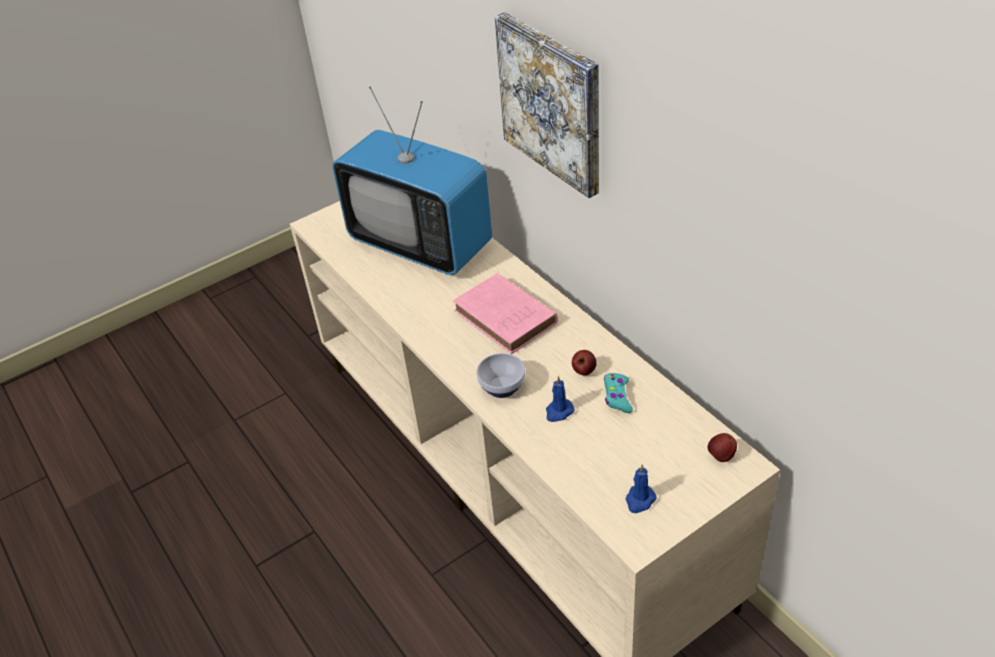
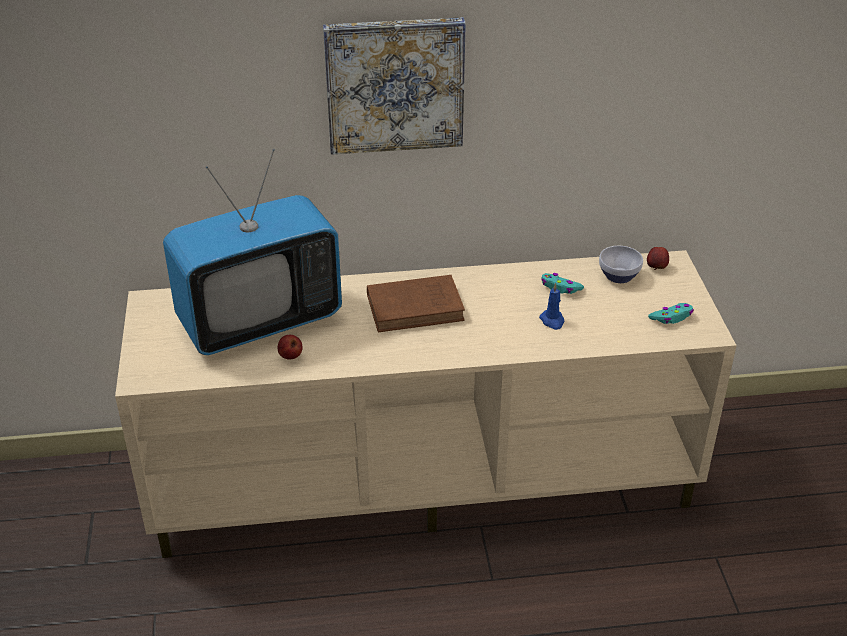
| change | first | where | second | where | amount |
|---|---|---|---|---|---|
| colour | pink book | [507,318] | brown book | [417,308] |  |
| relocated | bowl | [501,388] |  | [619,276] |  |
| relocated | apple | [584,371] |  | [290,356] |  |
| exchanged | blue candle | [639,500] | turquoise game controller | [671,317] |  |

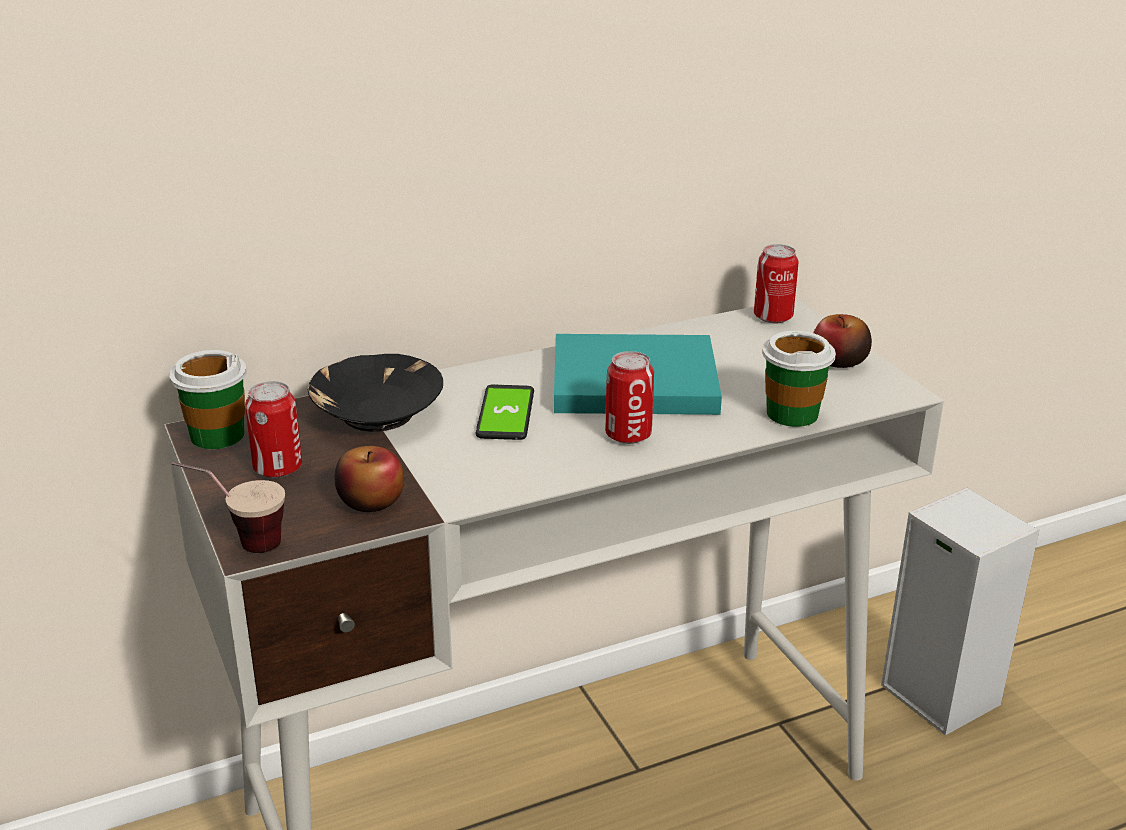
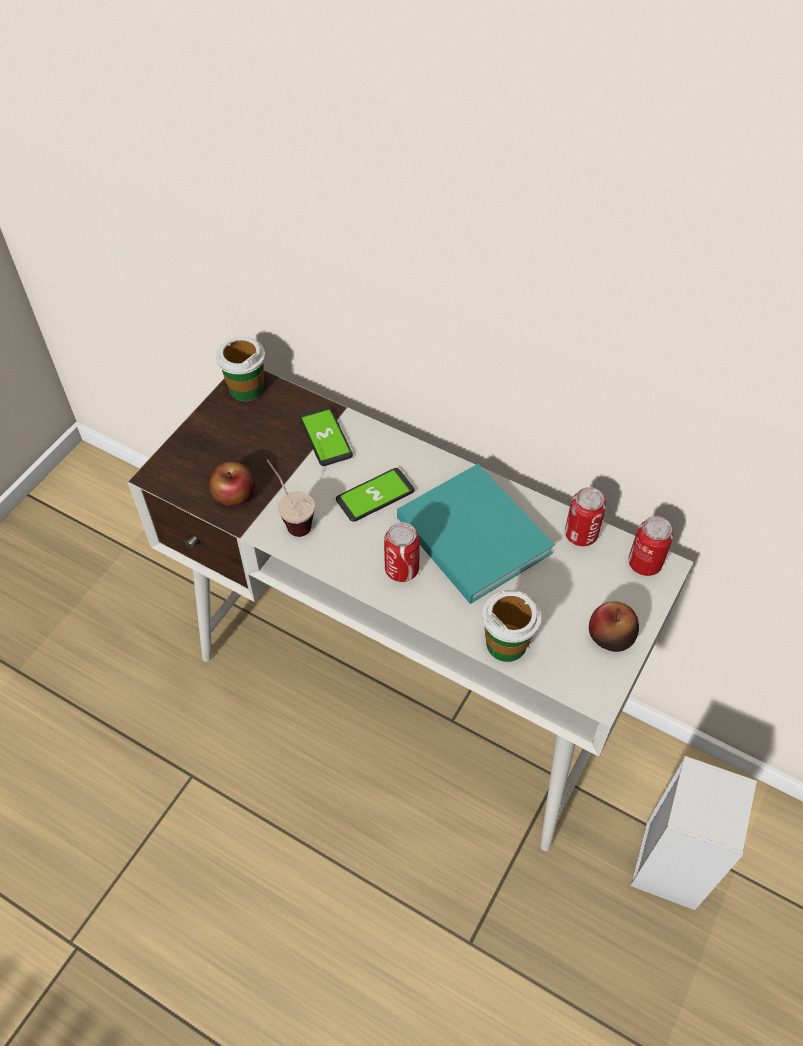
| change | first | where | second | where | amount |
|---|---|---|---|---|---|
| relocated | cup | [237,543] |  | [291,517] |  |
| relocated | can | [278,468] |  | [581,534] |  |
| exchanged | black bowl | [377,413] | phone | [325,437] |  |

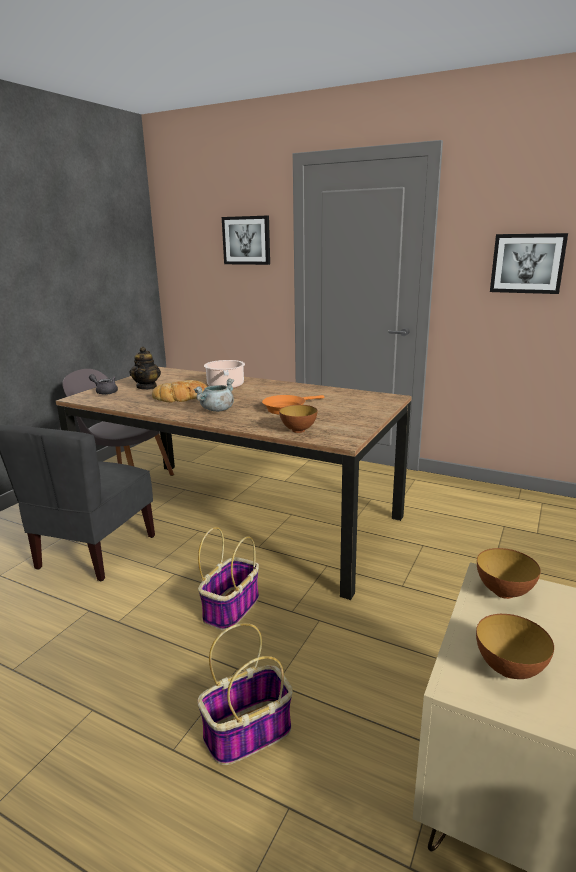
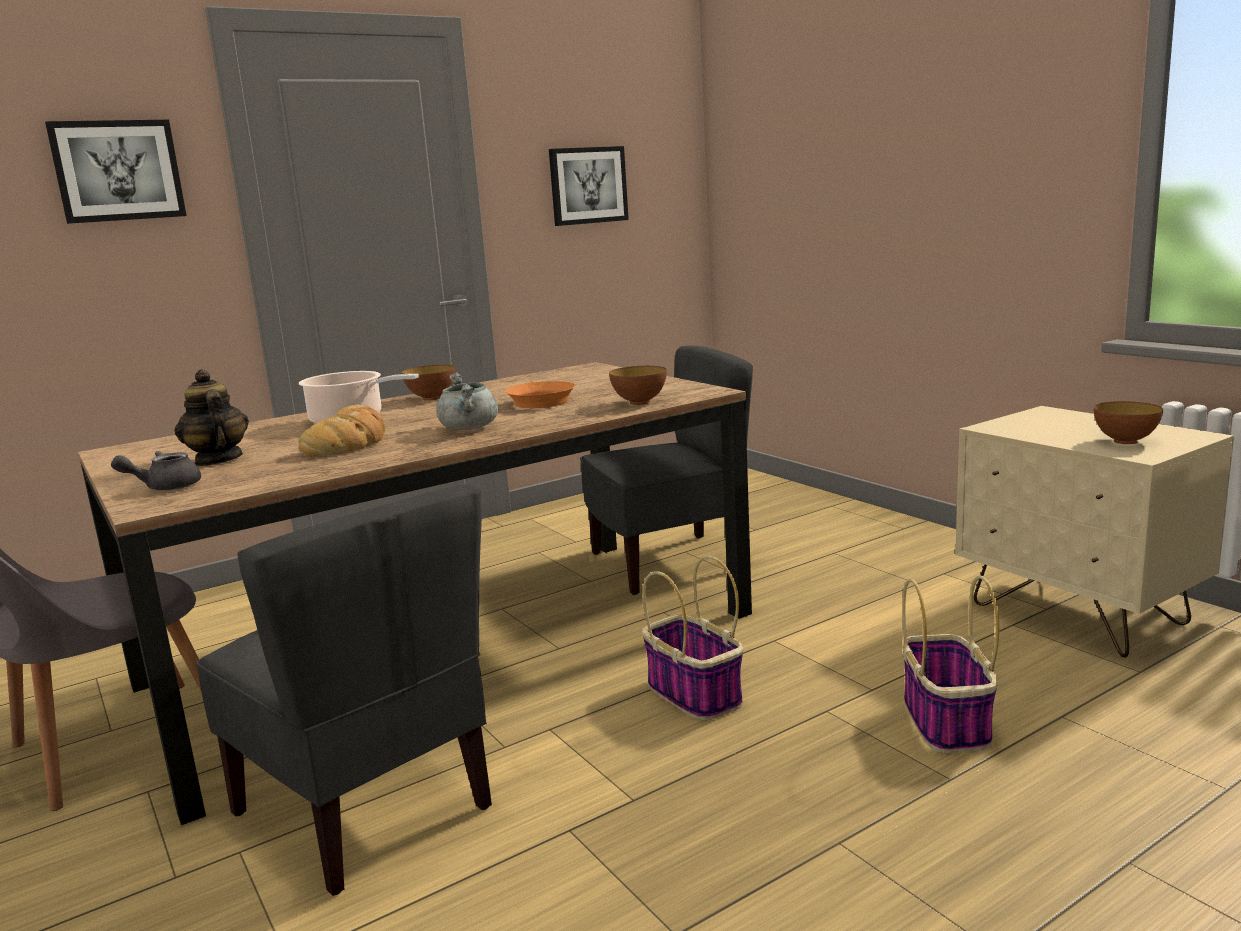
| change | first | where | second | where | amount |
|---|---|---|---|---|---|
| spun | teapot | [147,387] |  | [217,460] | 150 degrees counterclockwise |
| relocated | bowl | [504,592] |  | [431,398] |  |
| appeared |  |  | grey chair | [668,563] |  |

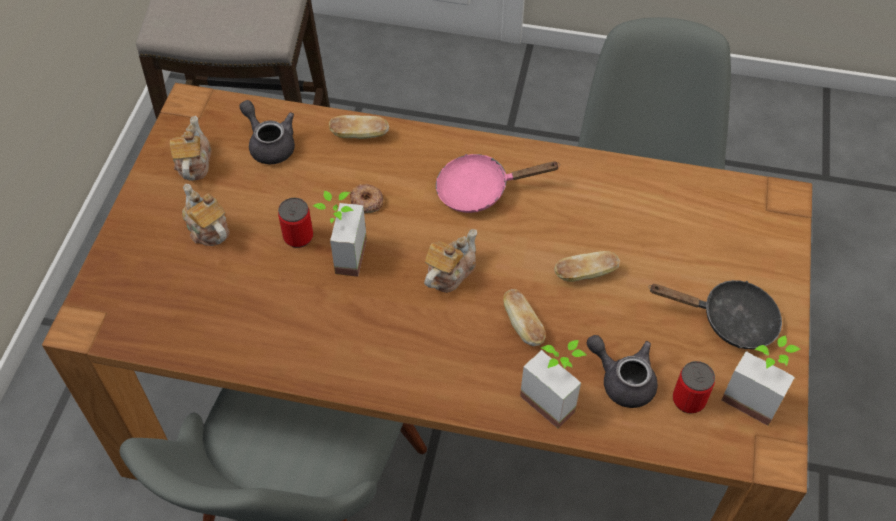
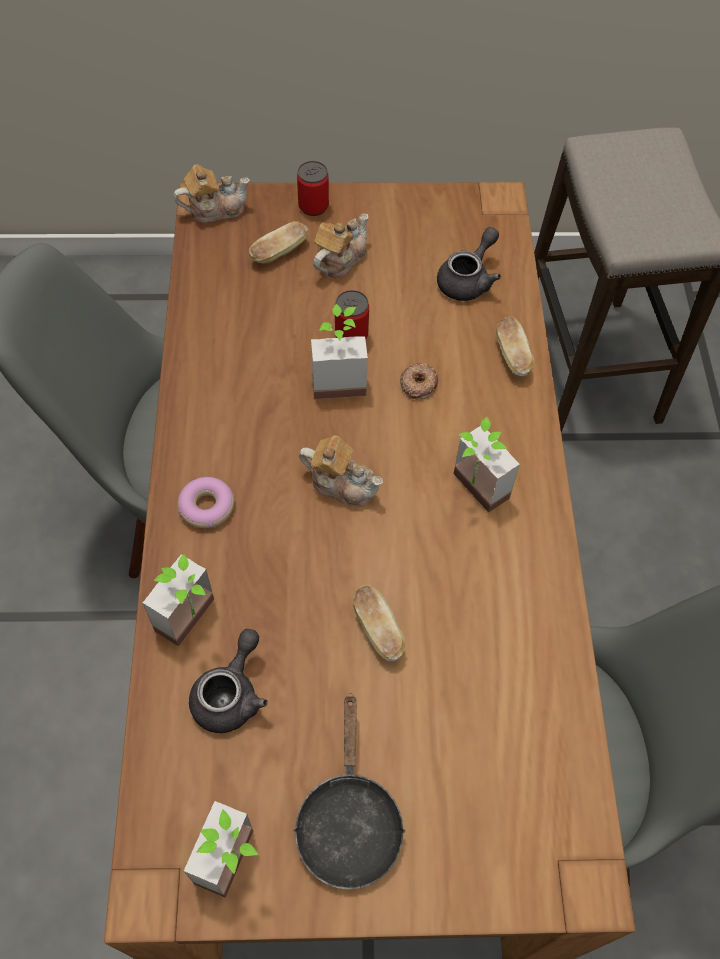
| change | first | where | second | where | amount |
|---|---|---|---|---|---|
| relocated | teapot | [193,163] |  | [215,209] |  |
| exchanged | pink frying pan | [480,190] | potted plant | [472,492] |  |
| relocated | bread | [523,325] |  | [279,252] |  |
| relocated | can | [688,400] |  | [313,206] |  |
| appeared |  |  | donut | [206,506] |  |

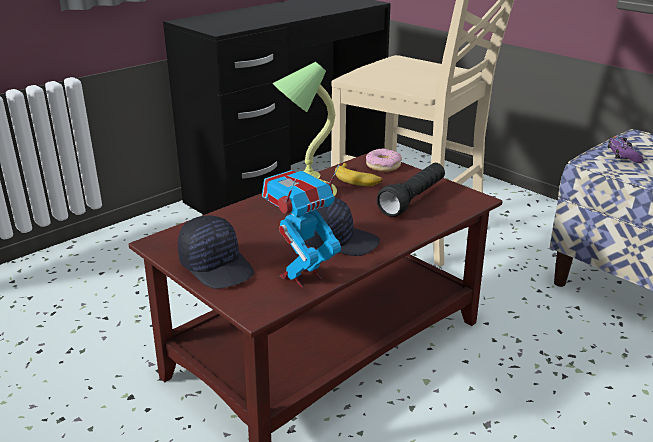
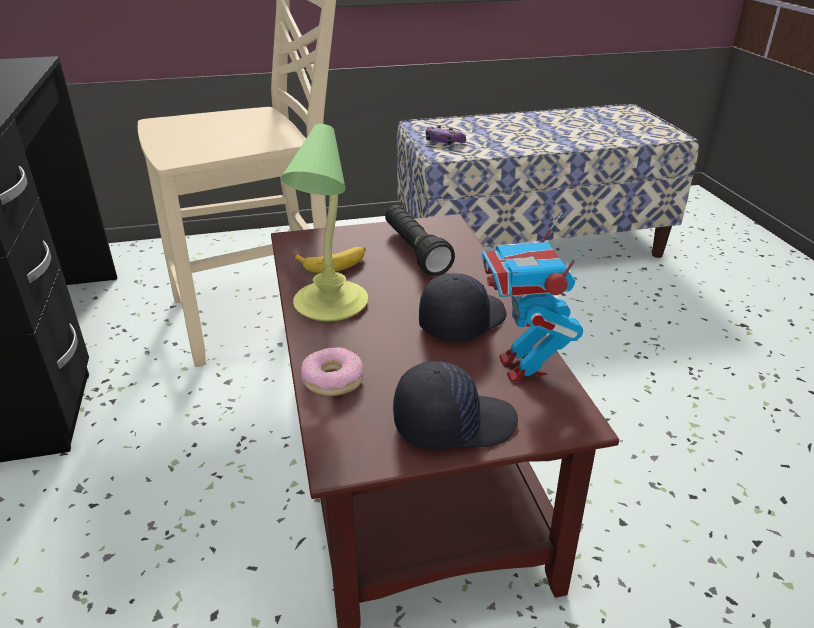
| change | first | where | second | where | amount |
|---|---|---|---|---|---|
| relocated | donut | [383,166] |  | [333,379] |  |

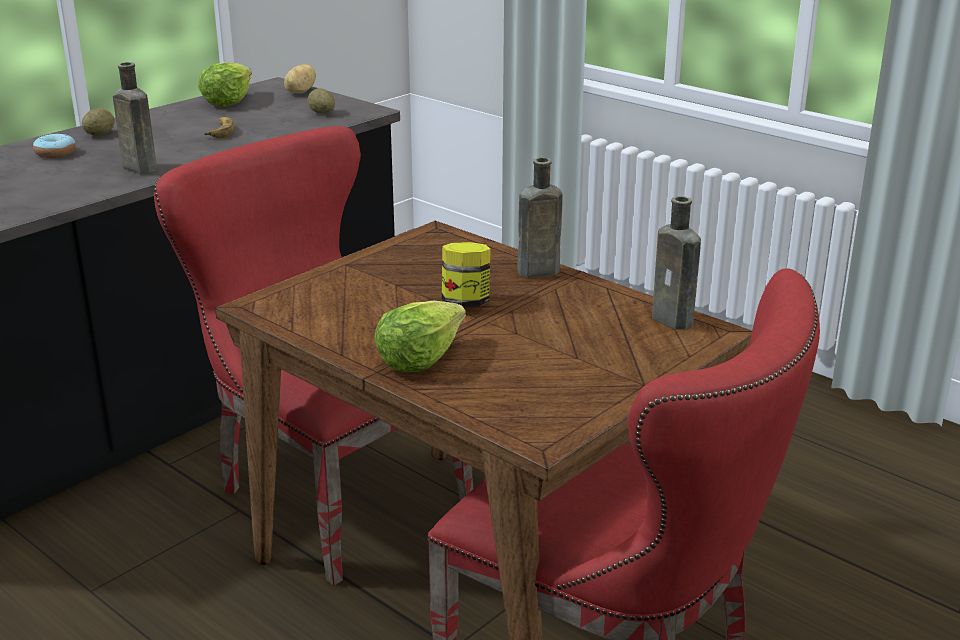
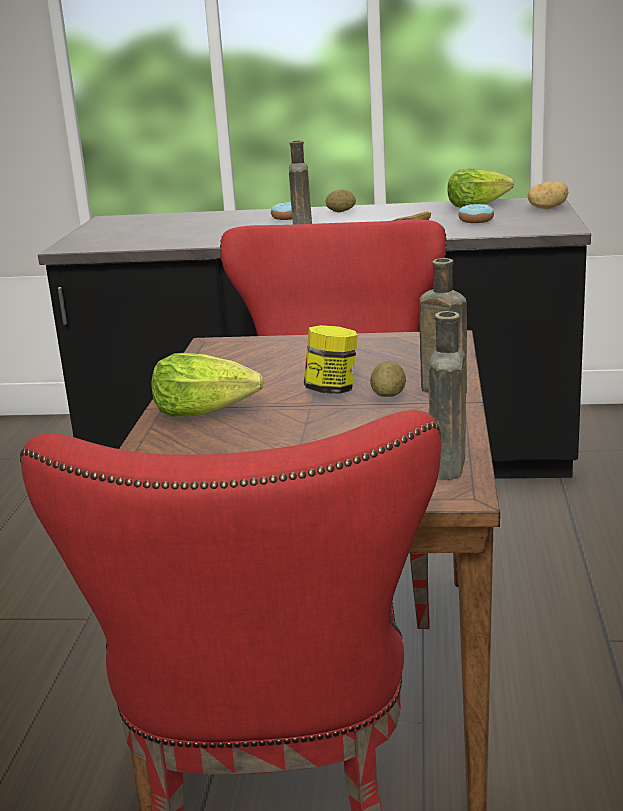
| change | first | where | second | where | amount |
|---|---|---|---|---|---|
| relocated | potato | [322,113] |  | [388,395] |  |
| appeared |  |  | donut | [476,220] |  |

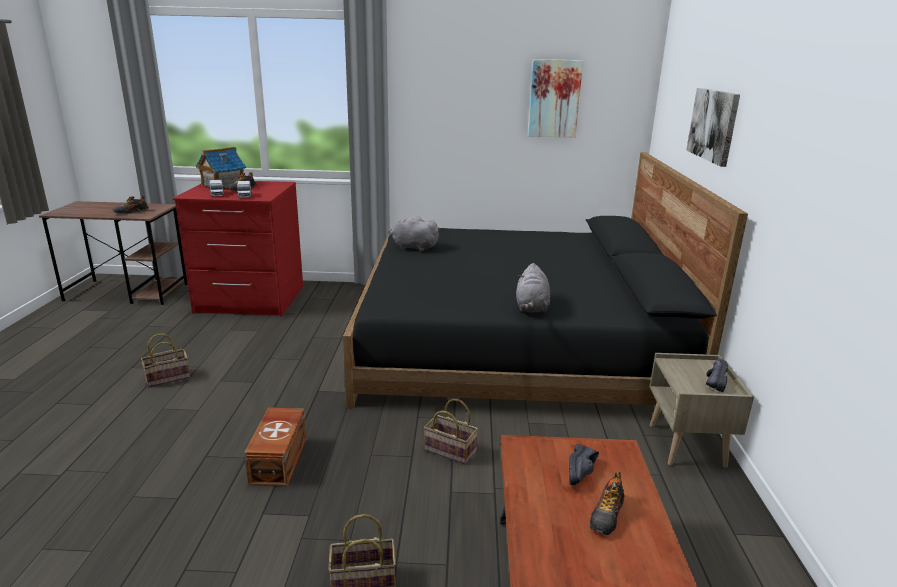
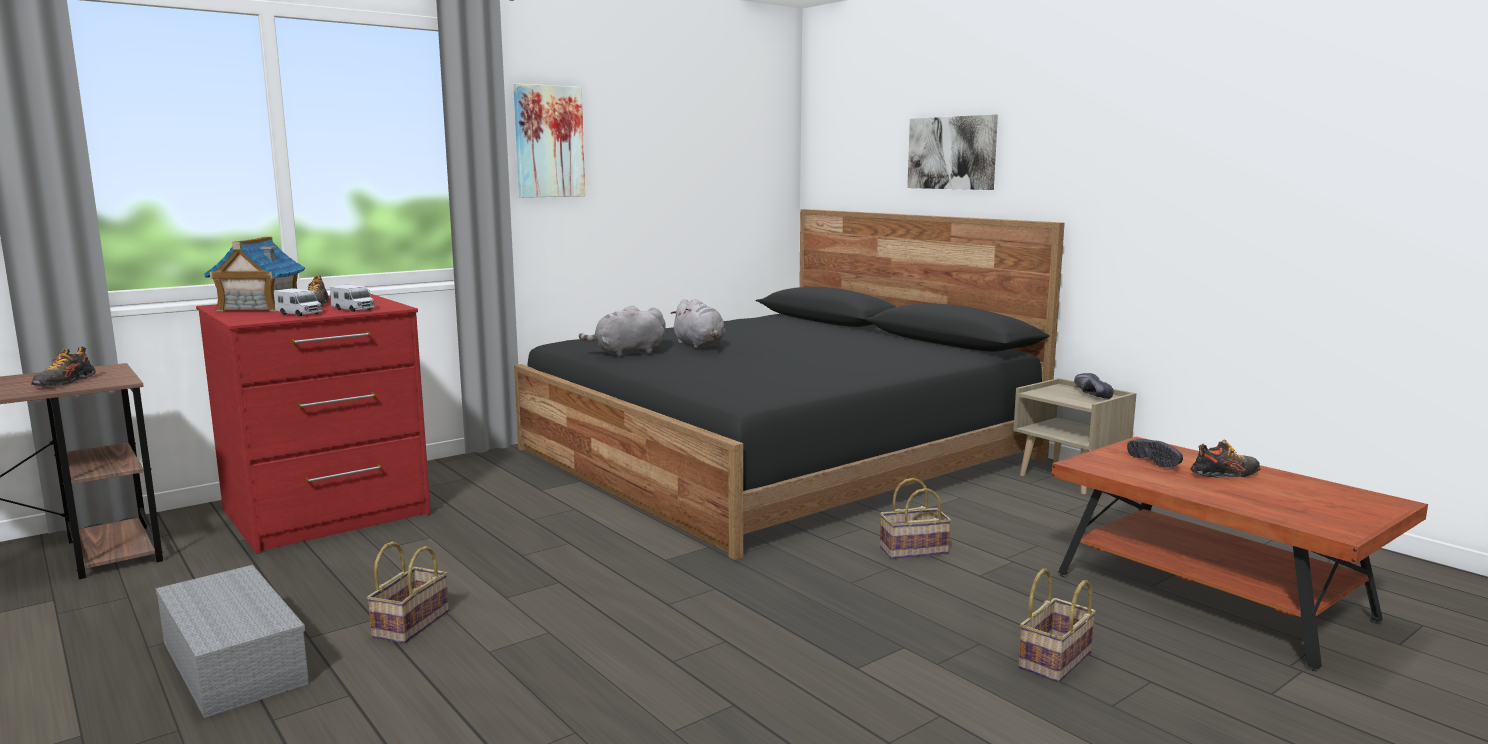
| change | first | where | second | where | amount |
|---|---|---|---|---|---|
| missing | brown storage box | [280,459] |  |  |  |
| relocated | grey plush toy | [531,307] |  | [700,345] |  |
| relocated | picture | [554,98] |  | [549,141] |  |
| spun | shoe | [607,515] |  | [1225,474] | 90 degrees counterclockwise |
| appeared |  |  | grey storage box | [230,662] |  |

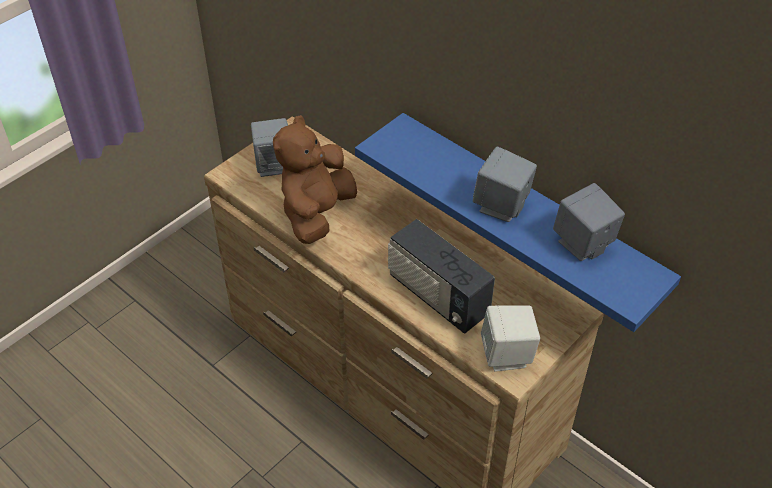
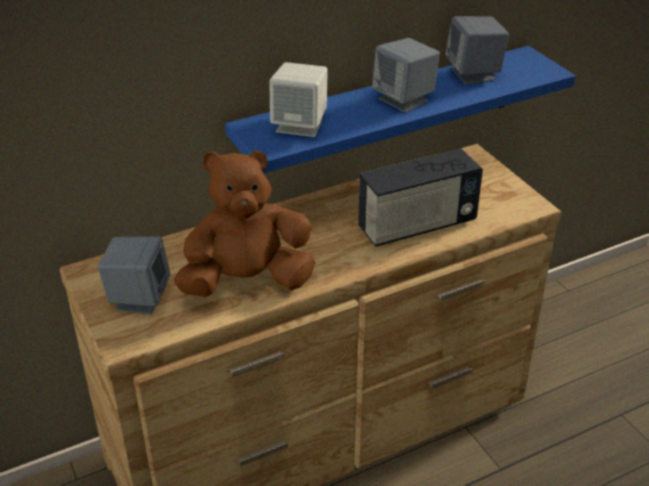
| change | first | where | second | where | amount |
|---|---|---|---|---|---|
| spun | brown plush toy | [317,213] |  | [247,281] | 120 degrees clockwise |
| relocated | beige speaker | [507,355] |  | [300,125] |  |

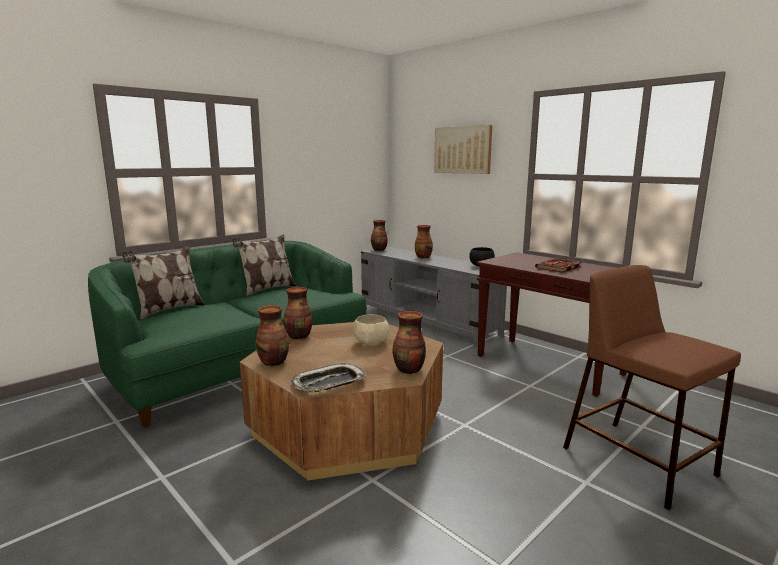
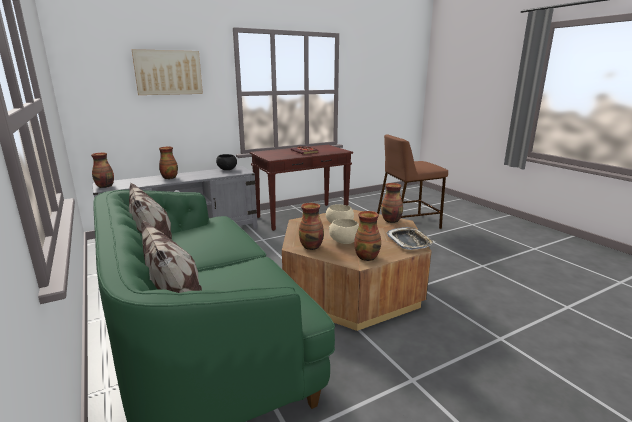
| change | first | where | second | where | amount |
|---|---|---|---|---|---|
| appeared |  |  | beige bowl | [344,242] |  |

